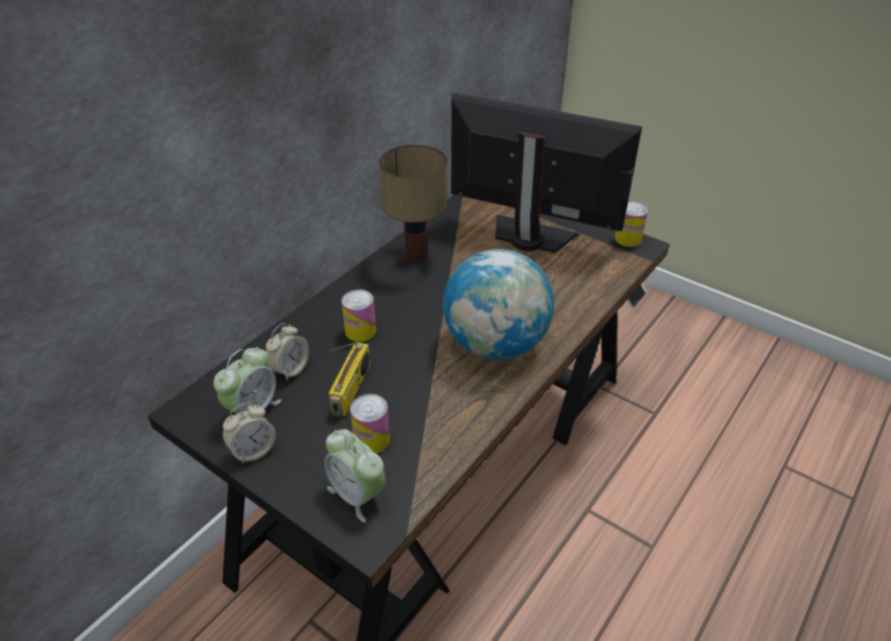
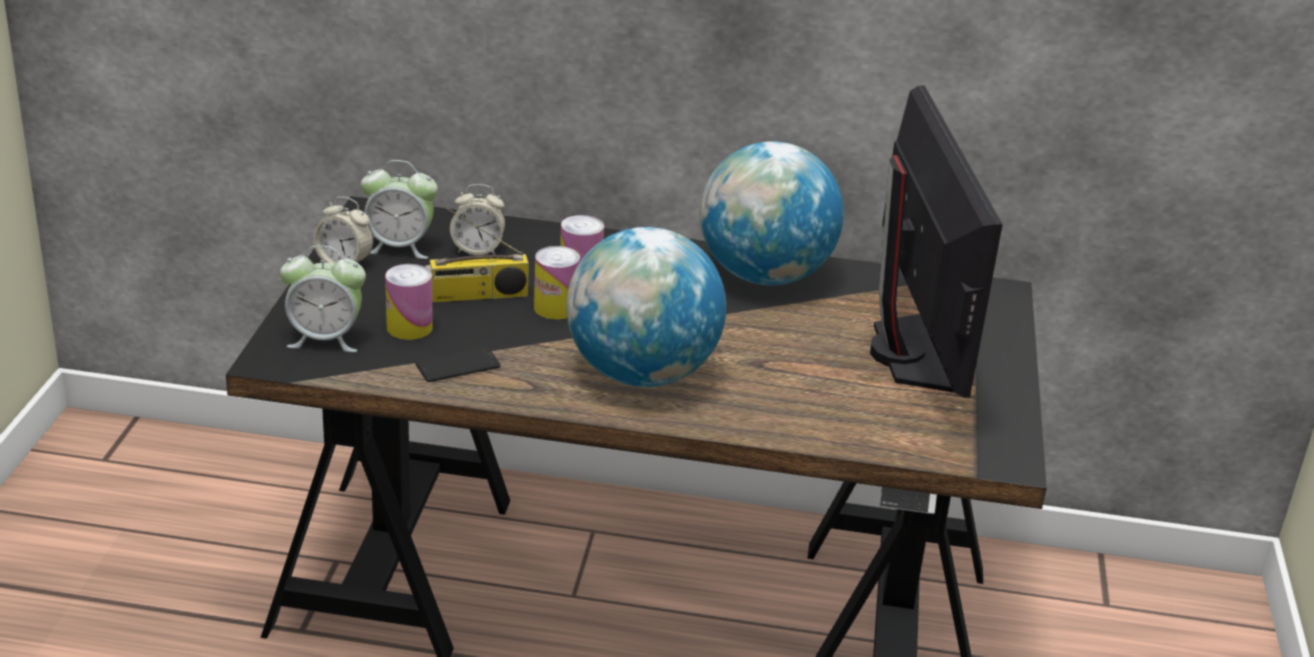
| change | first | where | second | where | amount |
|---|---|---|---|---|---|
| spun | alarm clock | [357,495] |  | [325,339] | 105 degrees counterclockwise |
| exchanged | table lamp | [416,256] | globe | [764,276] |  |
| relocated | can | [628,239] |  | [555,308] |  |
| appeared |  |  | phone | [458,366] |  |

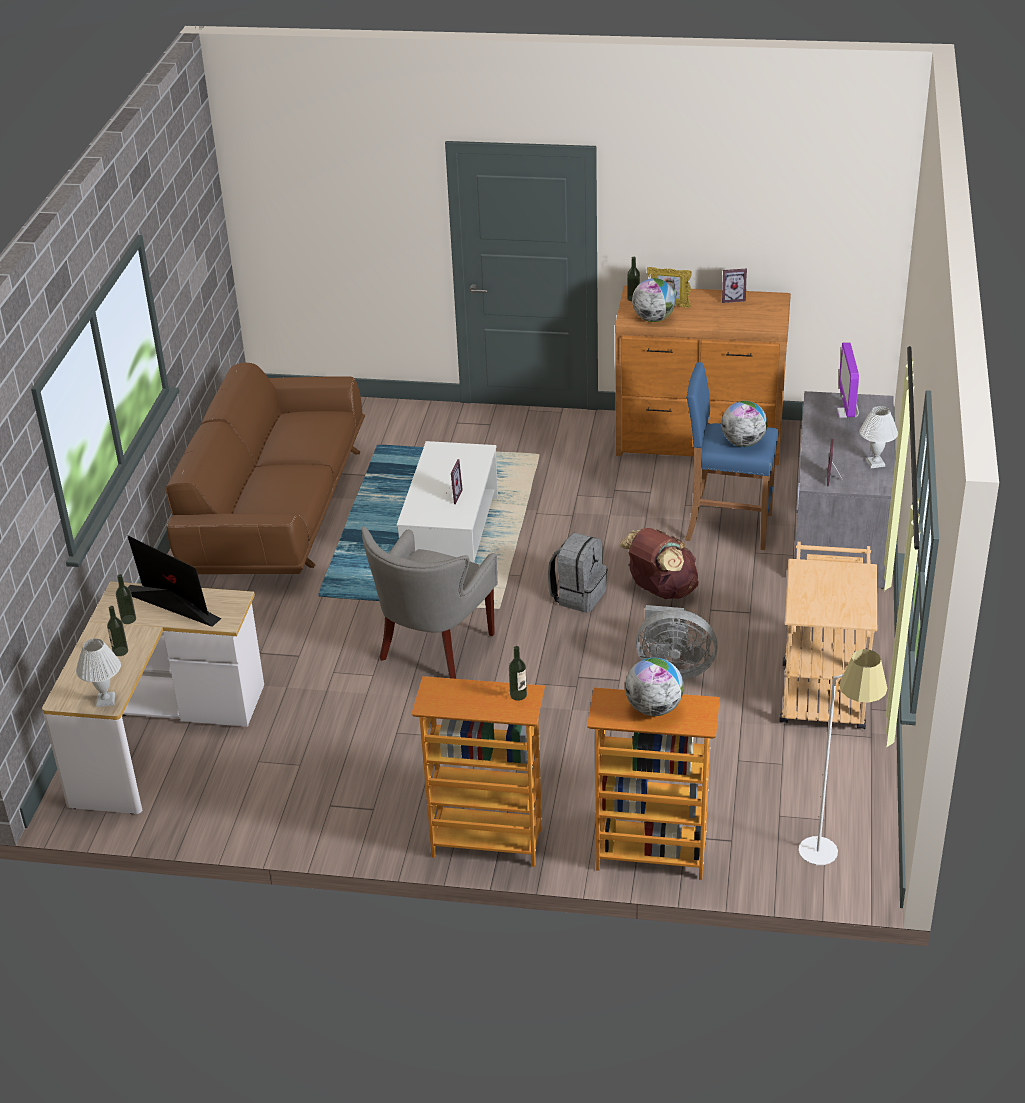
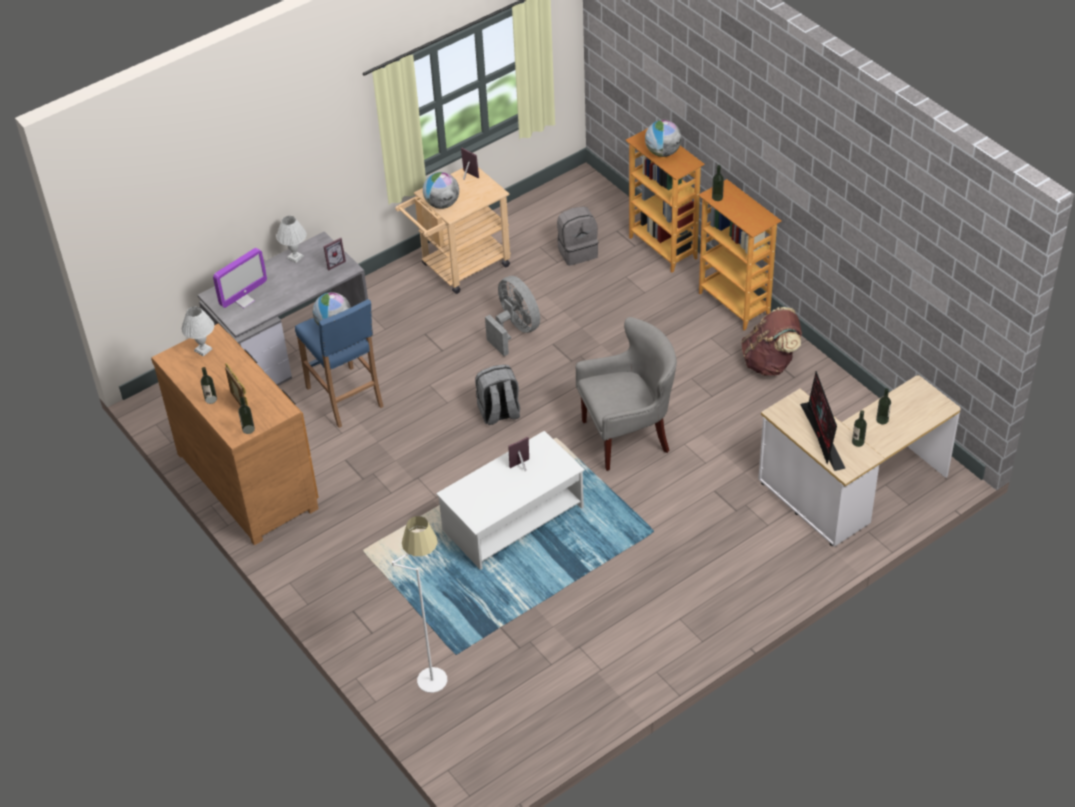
| change | first | where | second | where | amount |
|---|---|---|---|---|---|
| relocated | white table lamp | [106,700] |  | [203,349] |  |
| missing | brown sofa | [276,511] |  |  |  |
| relocated | brown backpack | [660,590] |  | [770,363] |  |
| relocated | globe | [653,319] |  | [442,204] |  |
| relocated | picture frame | [732,298] |  | [467,176] |  |
| relocated | white floor lamp | [832,860] |  | [432,668] |  |
| appeared |  |  | bottle | [211,399] |  |
| appeared |  |  | grey backpack | [577,252] |  |

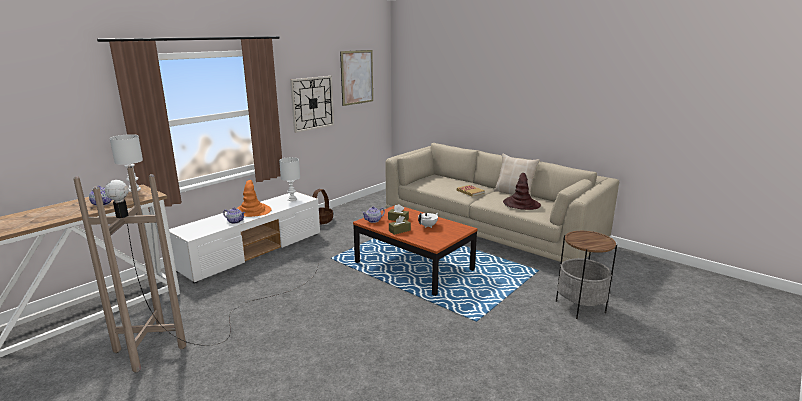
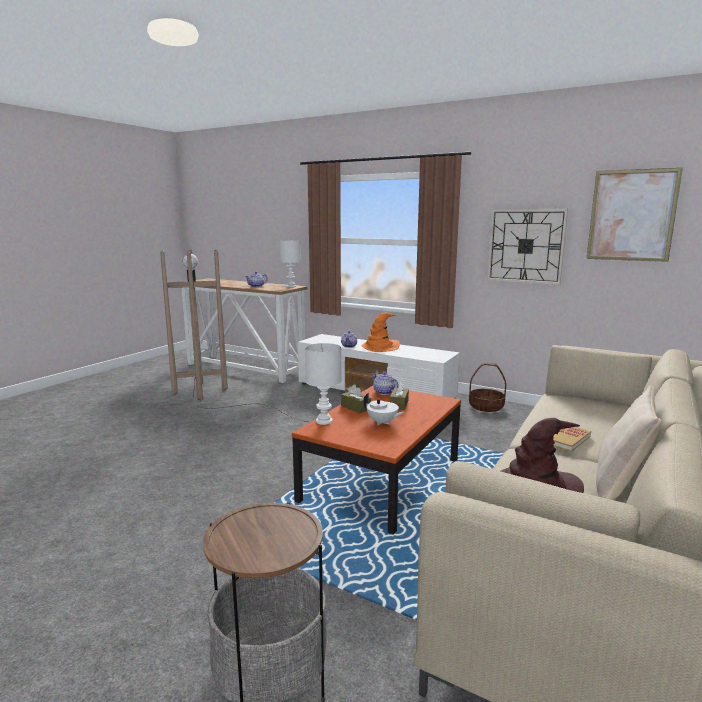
| change | first | where | second | where | amount |
|---|---|---|---|---|---|
| relocated | white table lamp | [292,199] |  | [324,421] |  |

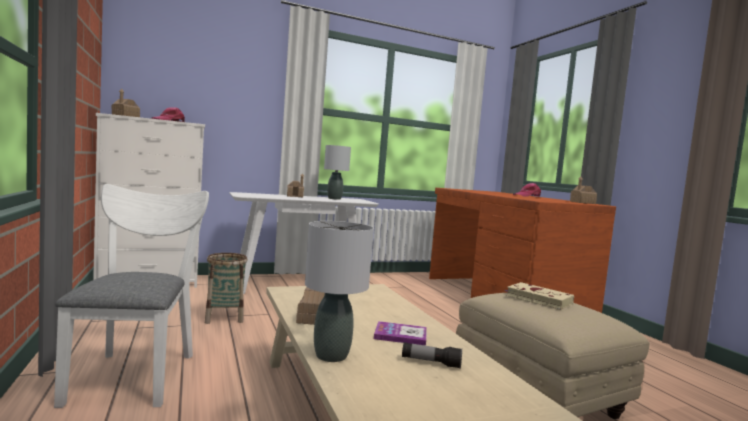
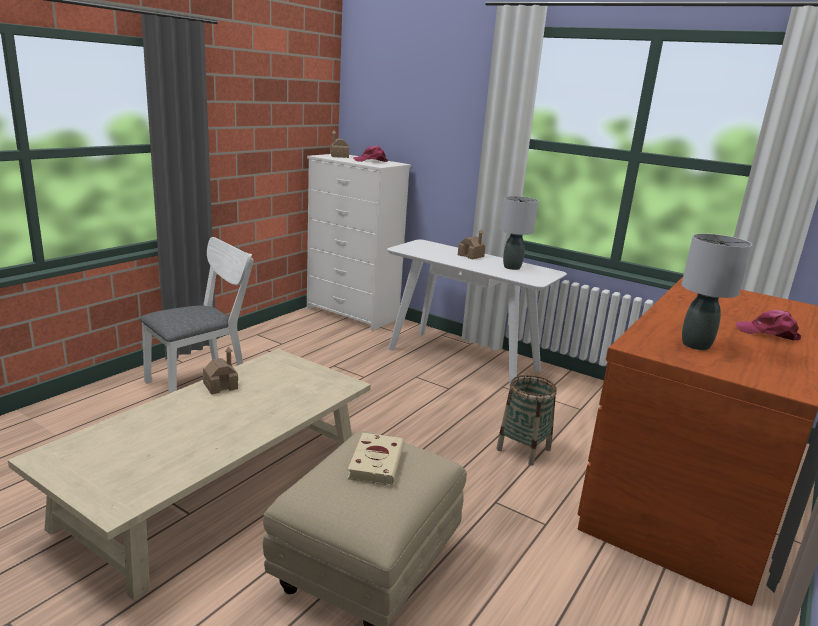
| change | first | where | second | where | amount |
|---|---|---|---|---|---|
| relocated | basket | [224,317] |  | [523,449] |  |
| relocated | grey table lamp | [331,355] |  | [696,345] |  |
| missing | book | [400,335] |  |  |  |
| missing | flashlight | [430,363] |  |  |  |
| missing | toy house | [582,202] |  |  |  |

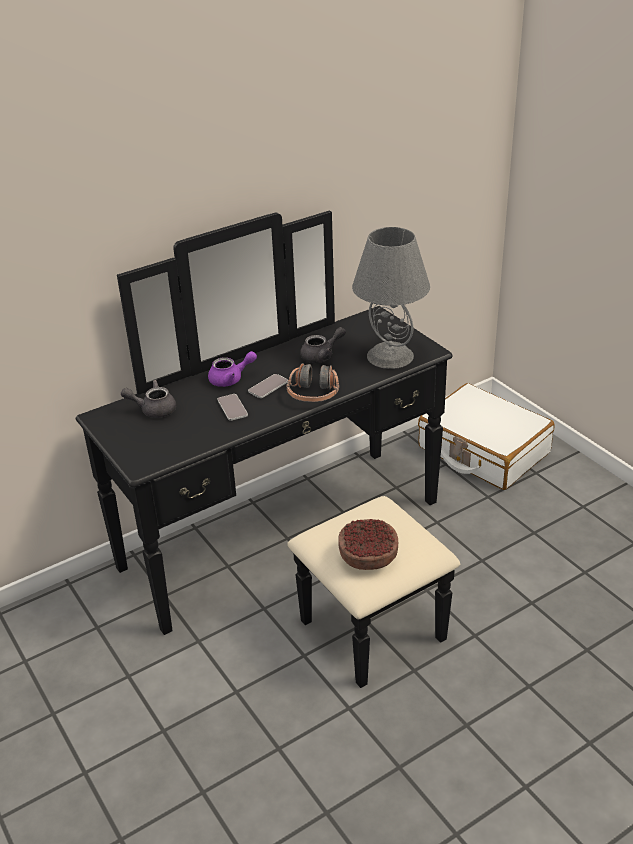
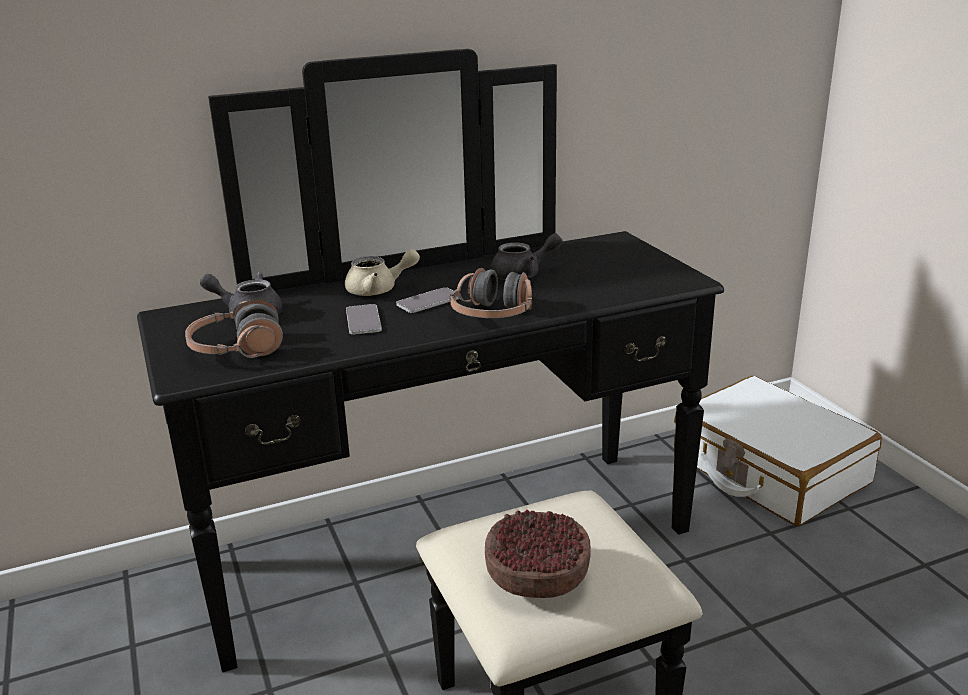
| change | first | where | second | where | amount |
|---|---|---|---|---|---|
| colour | purple teapot | [231,379] | beige teapot | [379,290] |  |
| missing | grey table lamp | [390,356] |  |  |  |
| appeared |  |  | headphones | [236,349] |  |

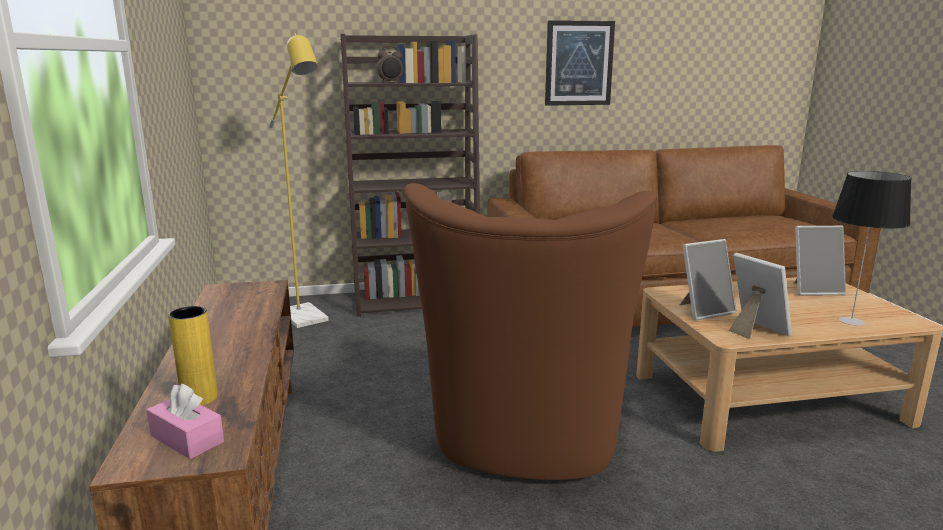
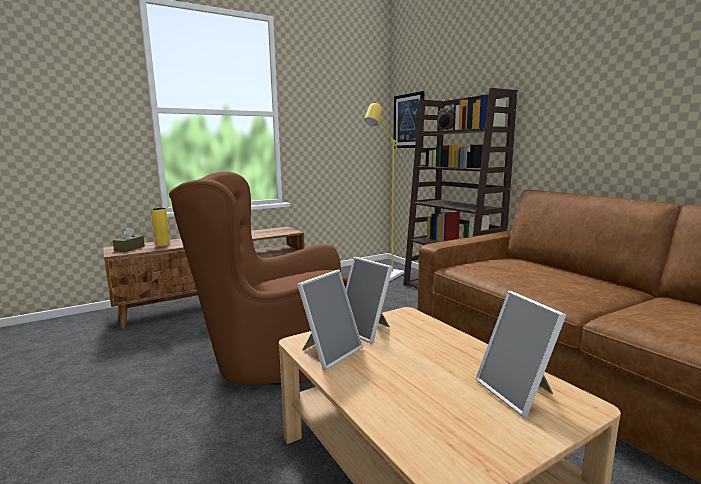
| change | first | where | second | where | amount |
|---|---|---|---|---|---|
| colour | pink tissue box | [187,439] | brown tissue box | [129,248] |  |
| relocated | picture | [579,63] |  | [409,121] |  |
| missing | table lamp | [852,321] |  |  |  |

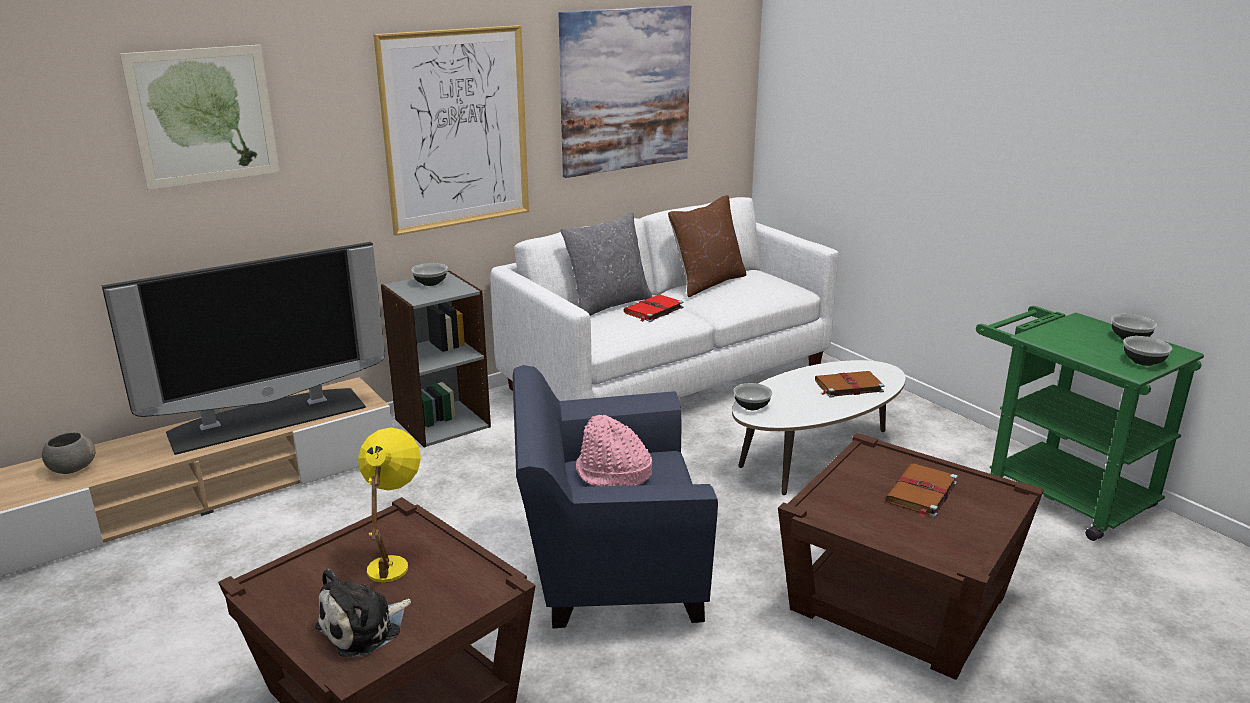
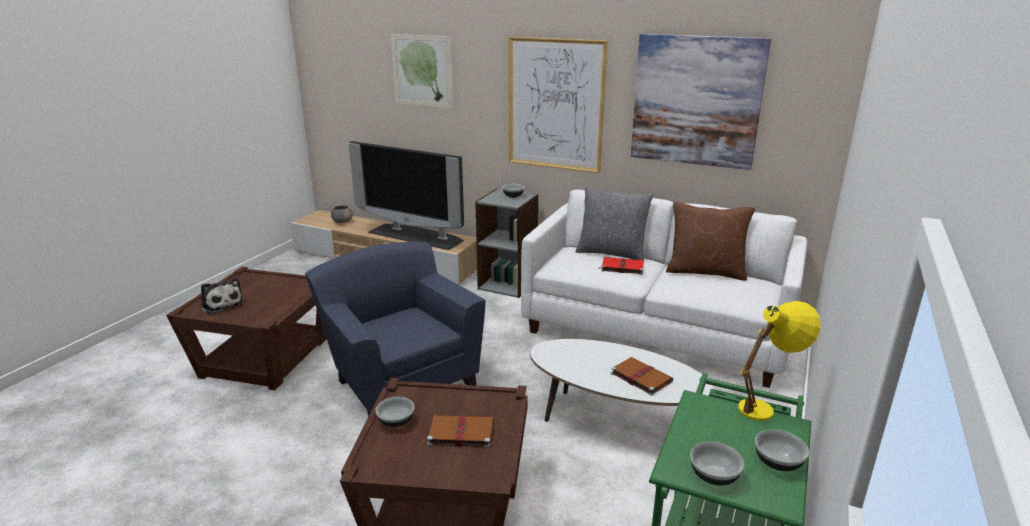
| change | first | where | second | where | amount |
|---|---|---|---|---|---|
| spun | plush toy | [364,628] |  | [221,304] | 150 degrees counterclockwise |
| relocated | yellow table lamp | [394,560] |  | [766,407] |  |
| missing | pink hat | [612,474] |  |  |  |
| relocated | bowl | [752,406] |  | [396,422] |  |

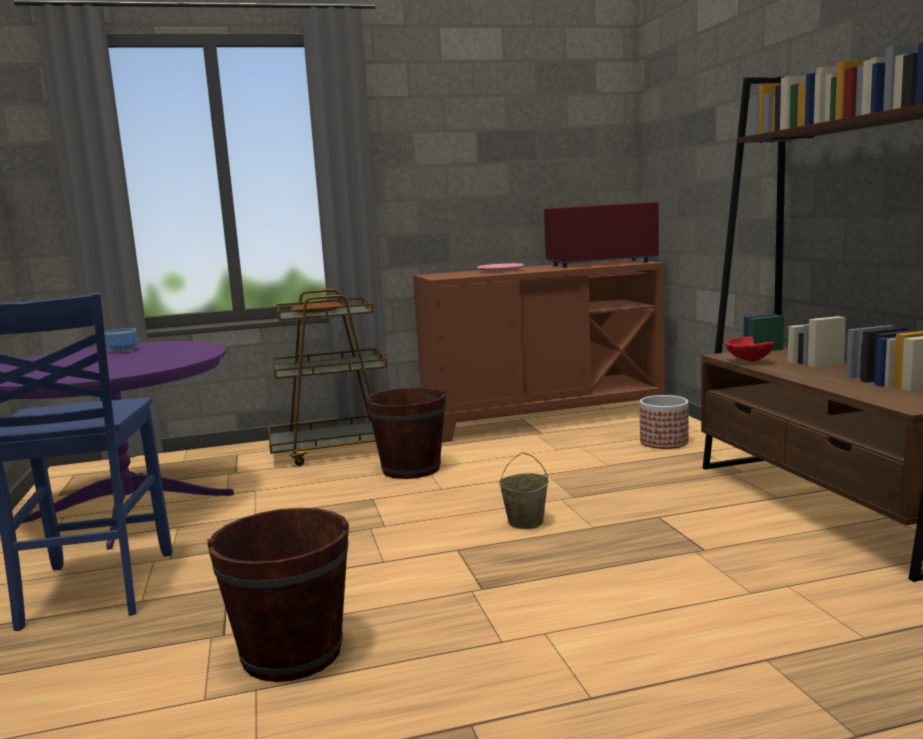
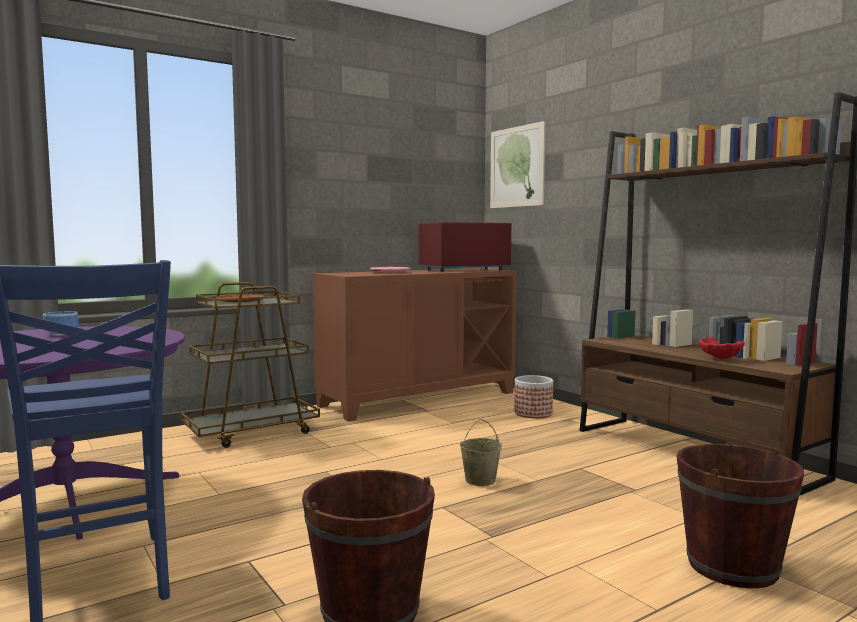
| change | first | where | second | where | amount |
|---|---|---|---|---|---|
| relocated | brown bucket | [411,469] |  | [732,566] |  |
| relocated | red bowl | [748,362] |  | [719,359] |  |
| appeared |  |  | picture | [517,167] |  |

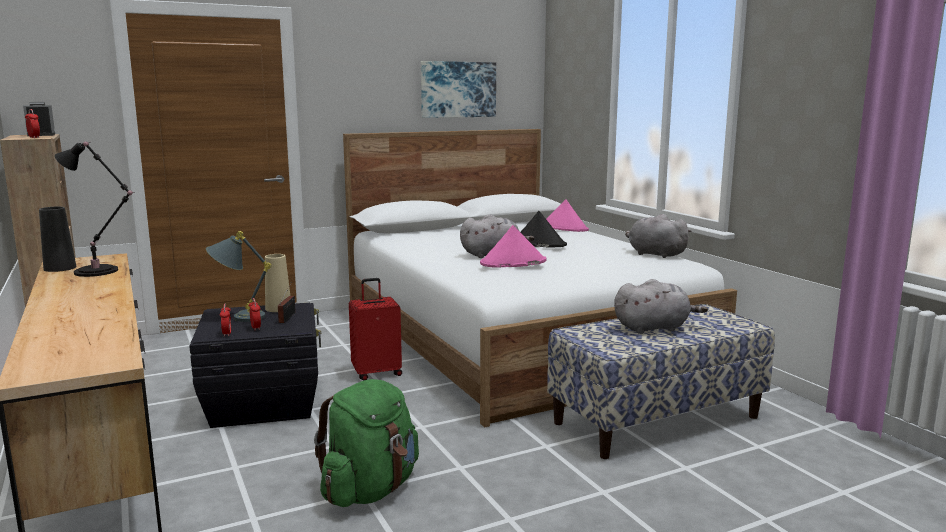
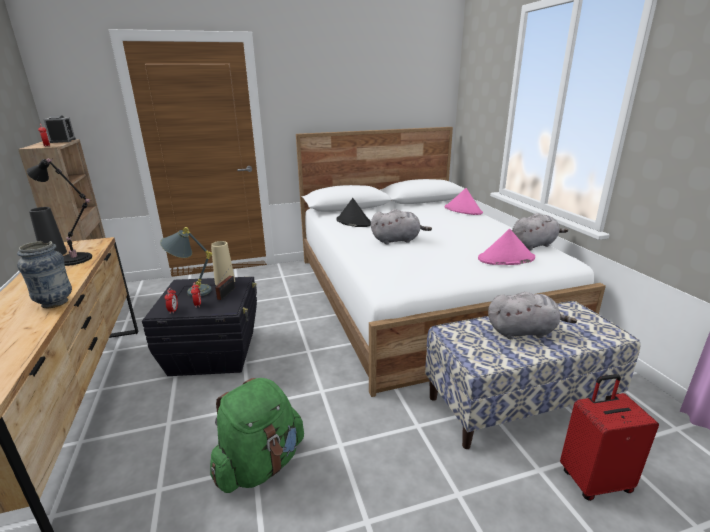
| change | first | where | second | where | amount |
|---|---|---|---|---|---|
| relocated | red suitcase | [377,373] |  | [594,480] |  |
| missing | picture | [458,89] |  |  |  |
| relocated | pink hat | [513,263] |  | [506,259] |  |
| relocated | black hat | [539,243] |  | [353,222] |  |
| spun | grey plush toy | [654,254] |  | [534,245] | 105 degrees clockwise |
| appeared |  |  | vase | [55,303] |  |

